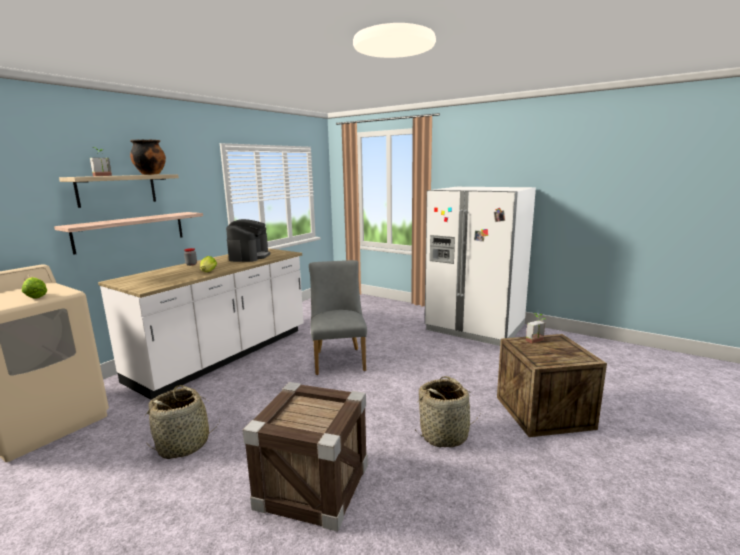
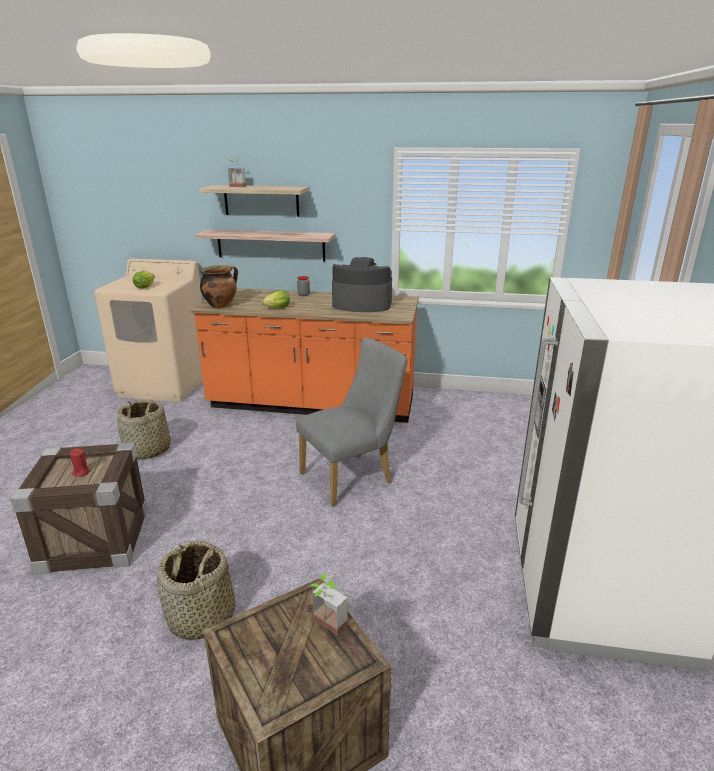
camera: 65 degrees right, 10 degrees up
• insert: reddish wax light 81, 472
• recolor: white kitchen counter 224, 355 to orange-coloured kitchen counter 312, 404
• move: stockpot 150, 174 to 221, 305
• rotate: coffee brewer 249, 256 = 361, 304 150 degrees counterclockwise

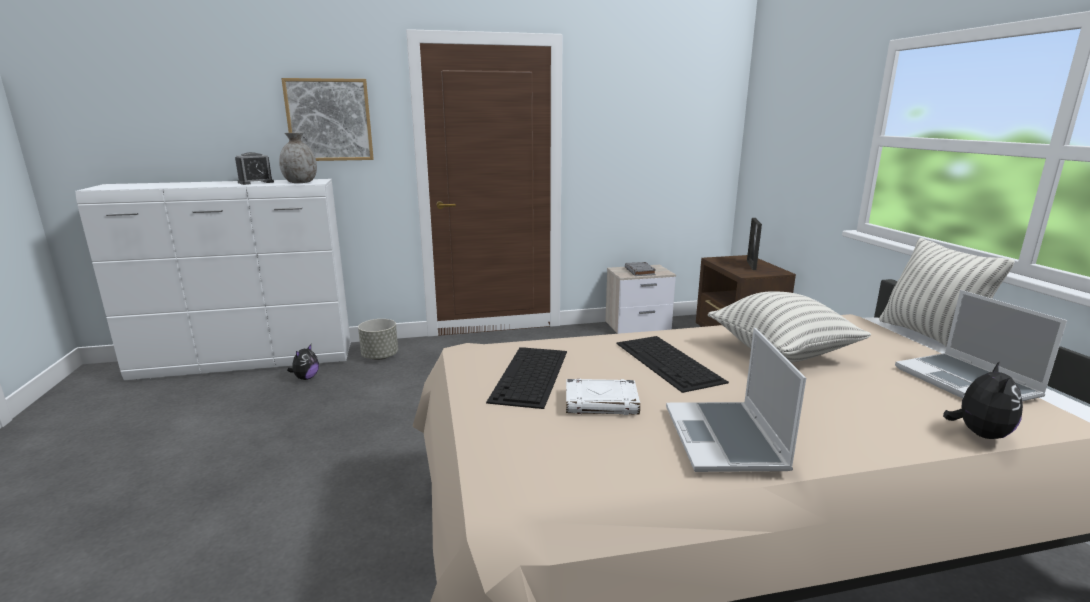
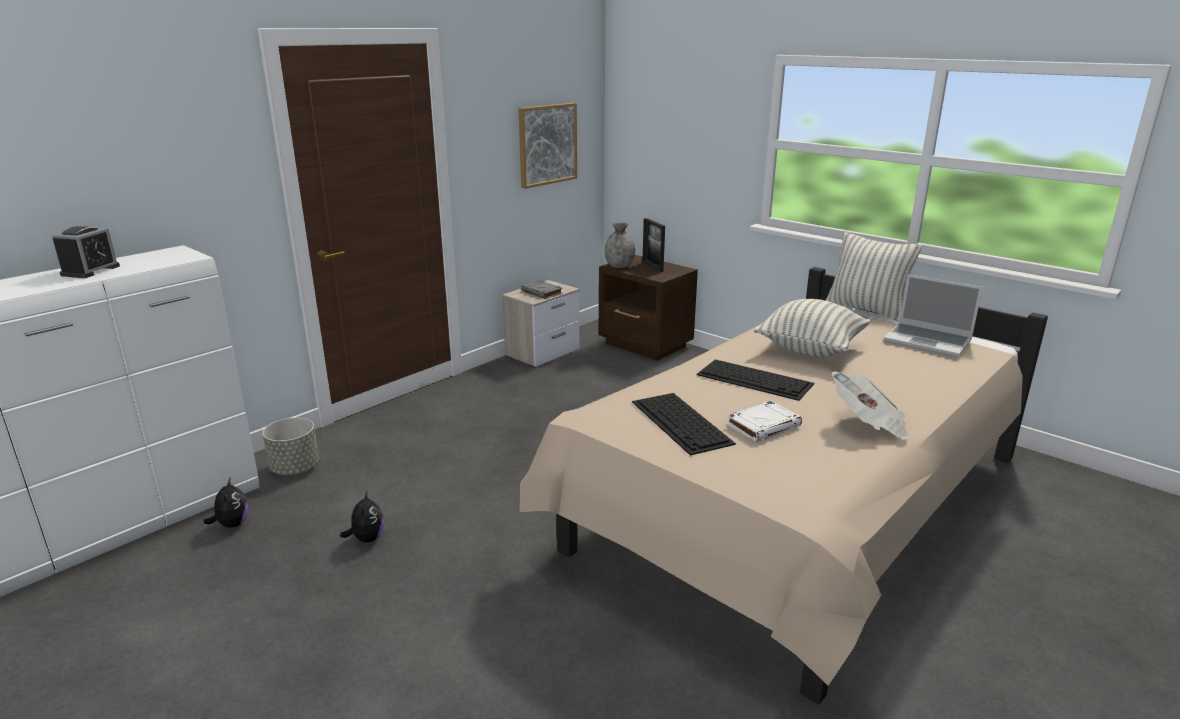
camera: 35 degrees left, 5 degrees up
• move: cuddly toy 978, 434 to 367, 539
• move: wall art 329, 120 to 547, 144
• move: gray vase 300, 182 to 619, 266
• replace: notebook computer 726, 439 to daily paper 868, 424

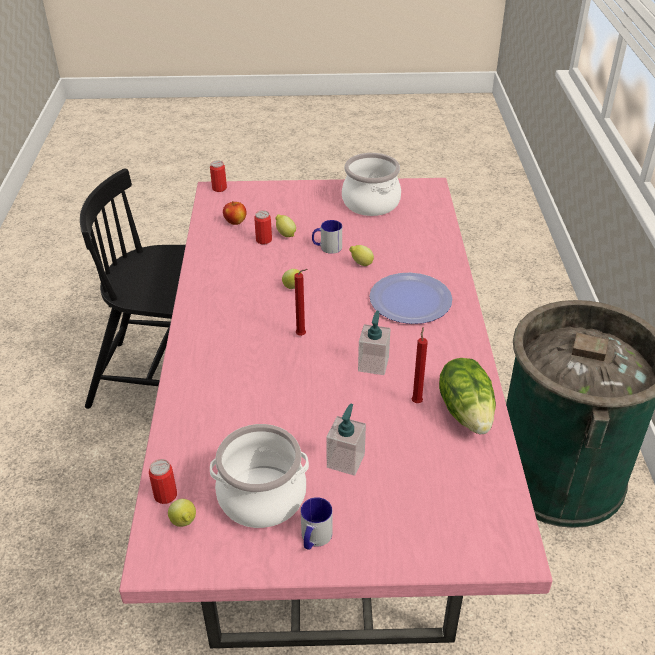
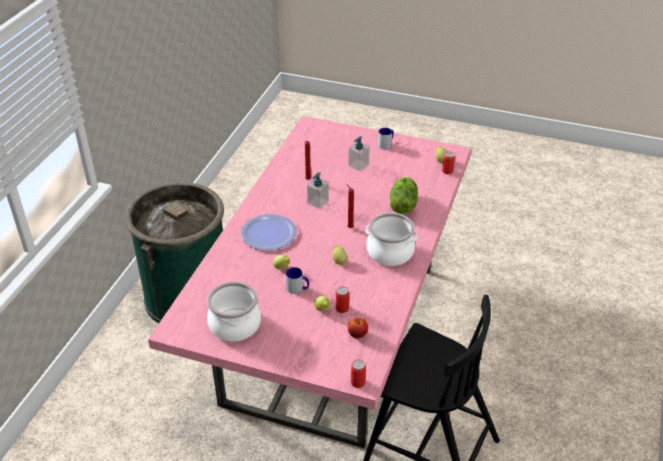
camera: 160 degrees left, 0 degrees up
• move: stockpot 262, 496 to 390, 253
• move: lettuce head 467, 411 to 402, 205

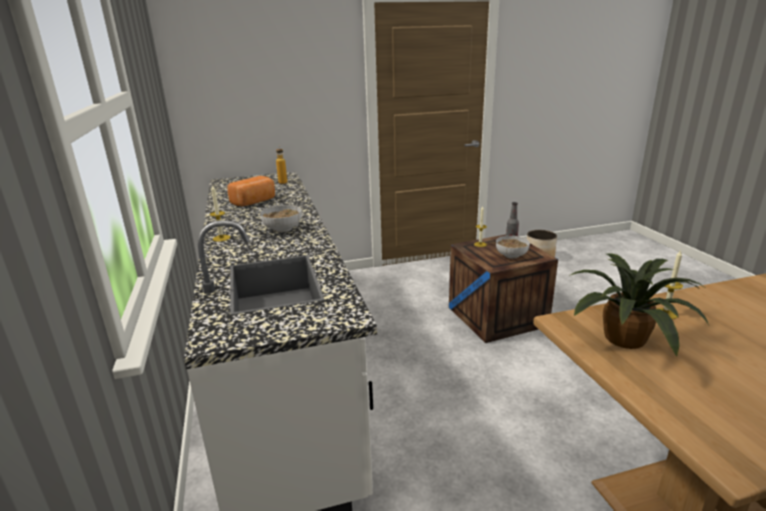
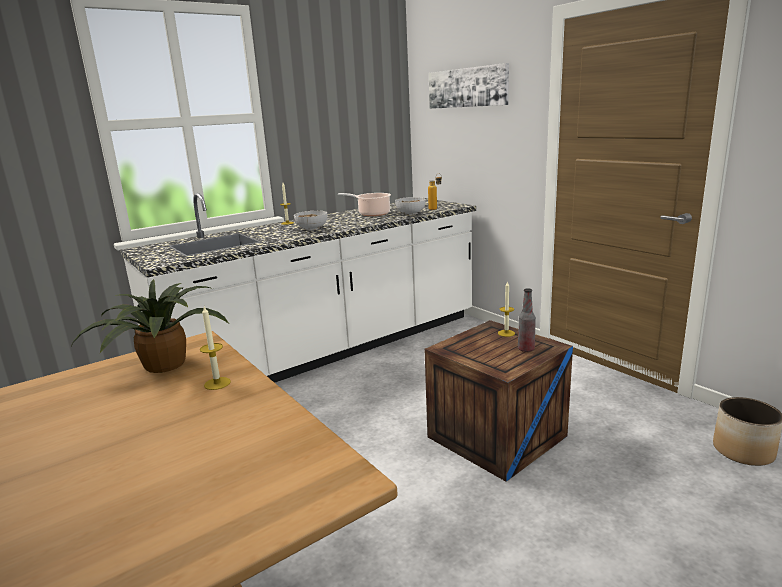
camera: 70 degrees right, 5 degrees down
• replace: bread 255, 202 to stockpot 372, 214
• move: deep dish 511, 256 to 410, 214
• insert: wall art 467, 87

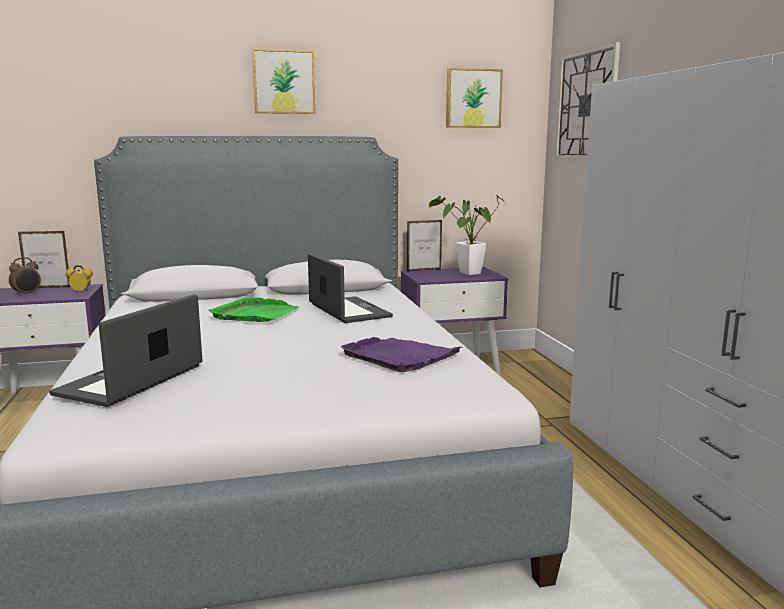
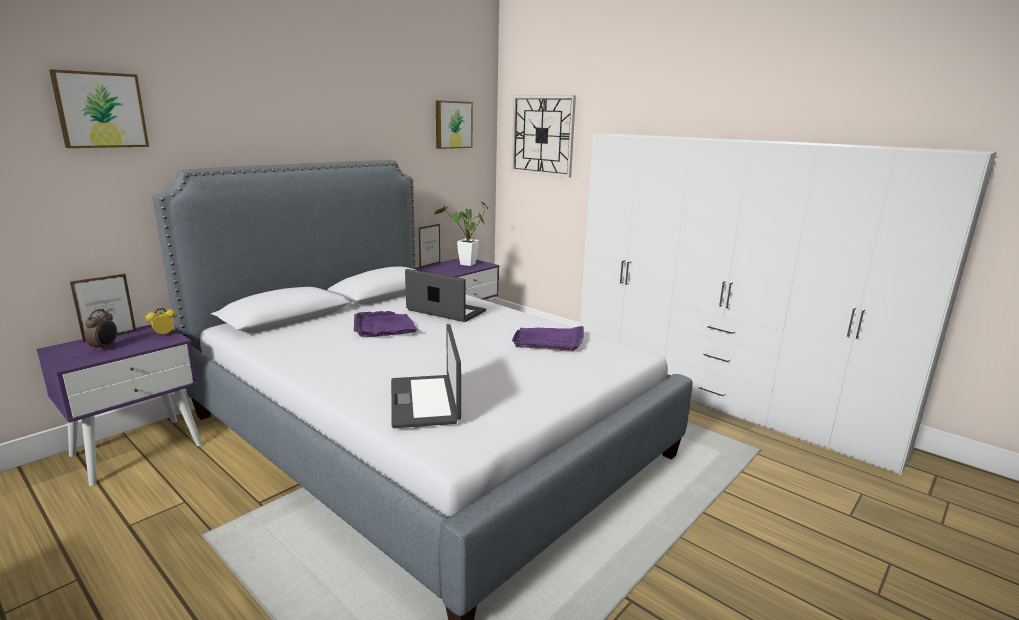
camera: 35 degrees left, 5 degrees up
• move: wall art 284, 82 to 100, 110
• recolor: greenish carrying tray 255, 314 to purple-coloured carrying tray 384, 327

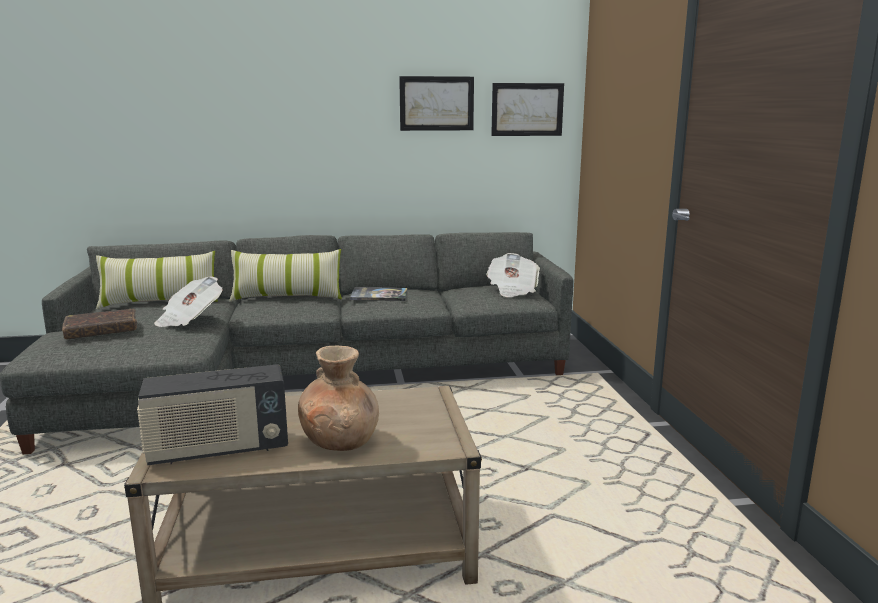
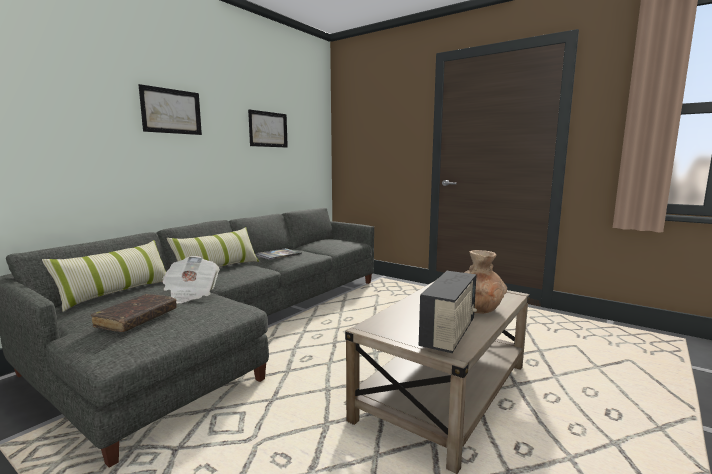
camera: 45 degrees left, 5 degrees down
• move: wall art 527, 109 to 171, 111
• delete: daily paper 512, 290

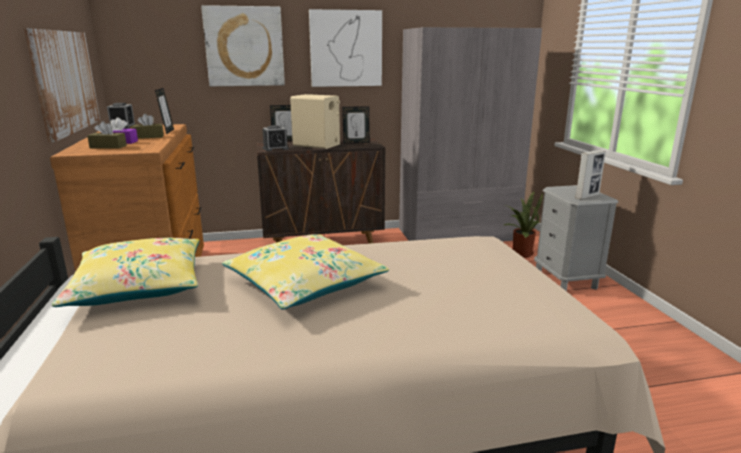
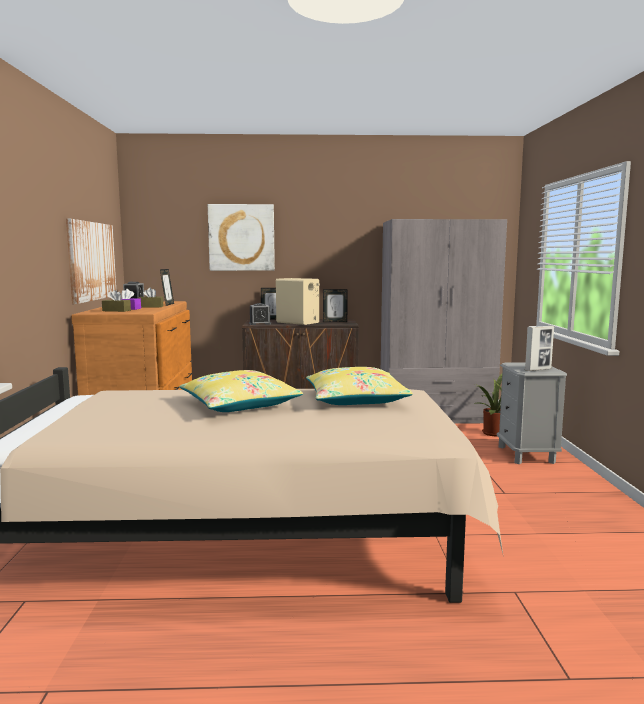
camera: 10 degrees right, 10 degrees down
• move: yellowish pillow 138, 286 to 355, 399
• delete: wall art 346, 48

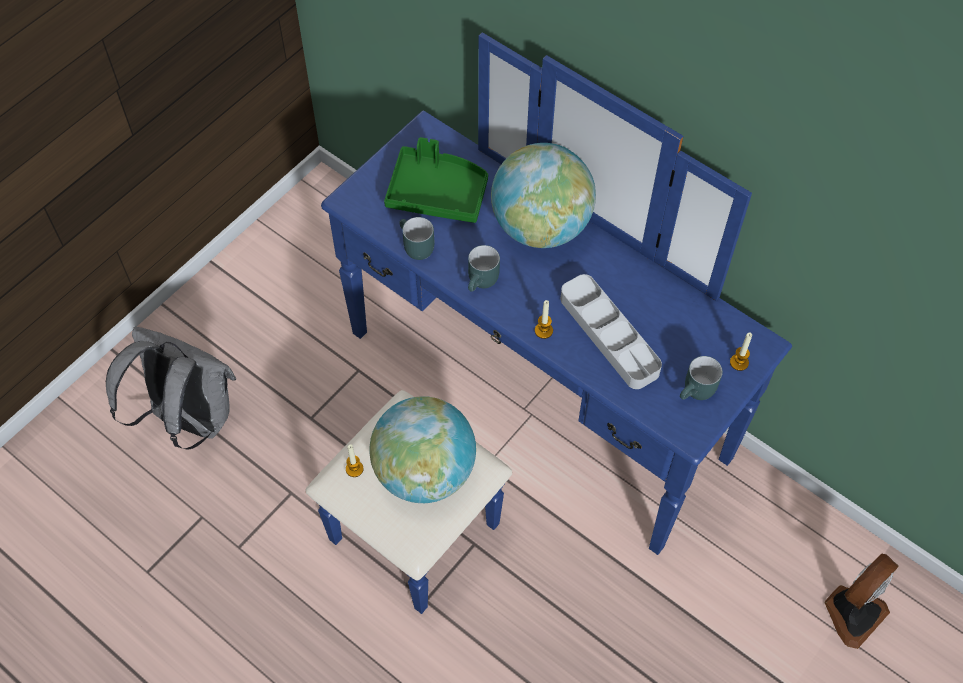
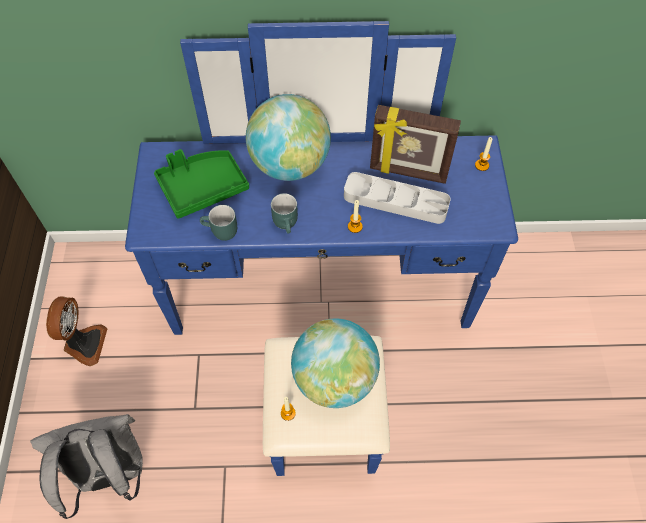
camera: 40 degrees left, 0 degrees up
• move: electric fan 852, 612 to 84, 344
• insert: picture frame 408, 172
• delete: blue-green coffee mug 697, 392

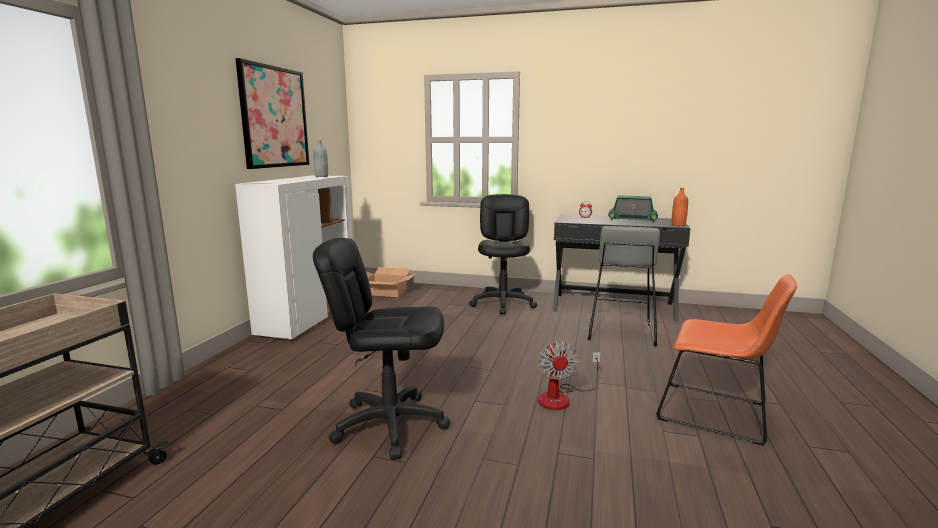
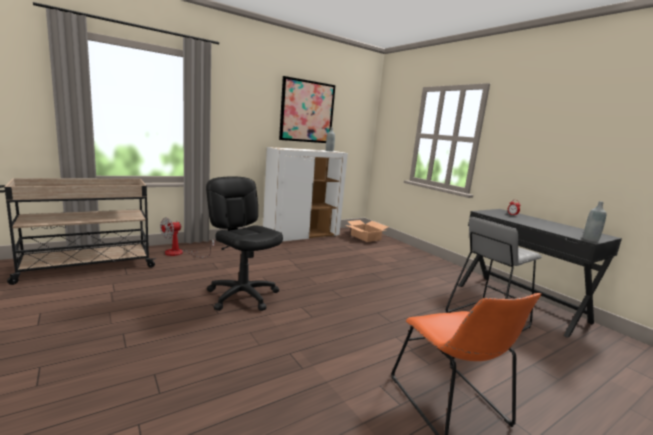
camera: 40 degrees right, 0 degrees up
• move: electric fan 561, 398 to 180, 253
• recolor: orange-coloured drink bottle 678, 225 to gray drink bottle 590, 239
• delete: blackish computer chair 503, 303
• delete: radio set 632, 220

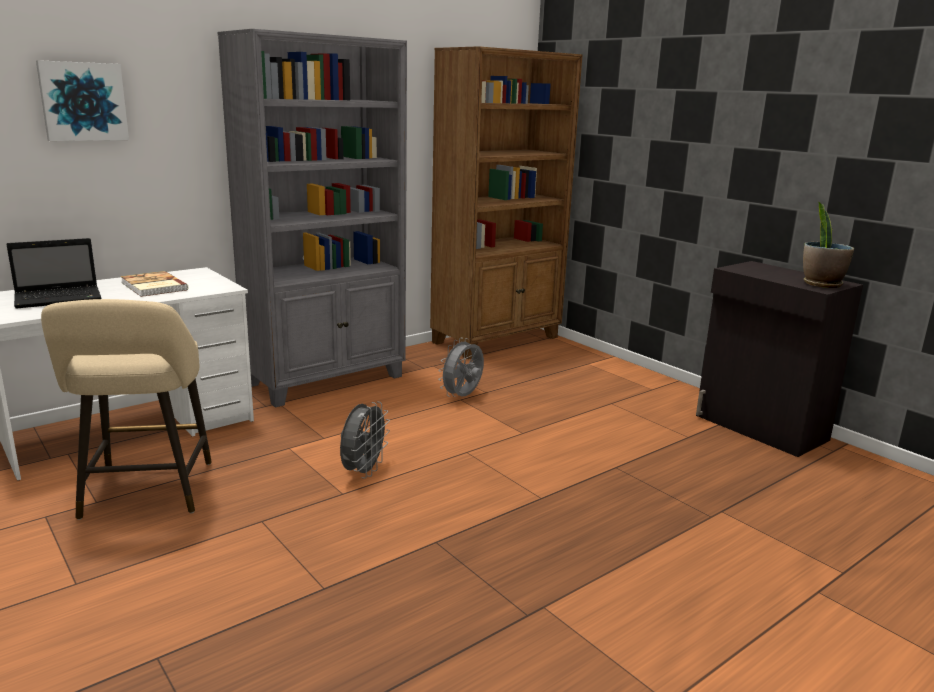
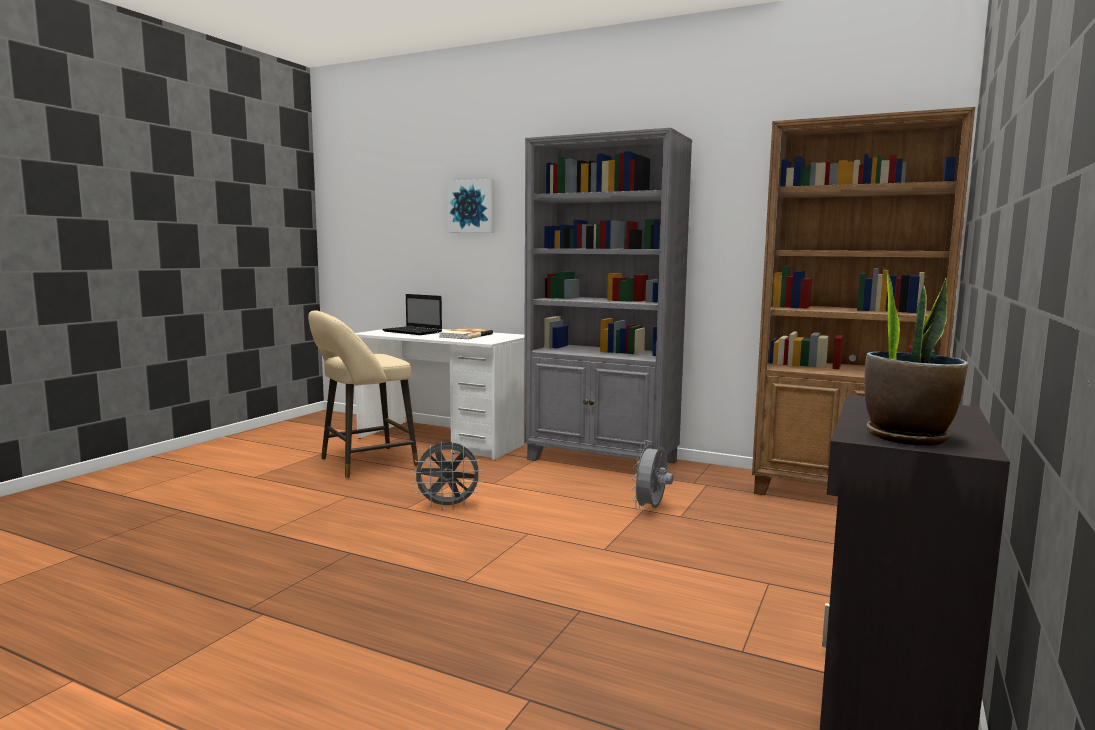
camera: 65 degrees right, 10 degrees down
• rotate: gray electric fan 462, 397 = 651, 509 75 degrees counterclockwise

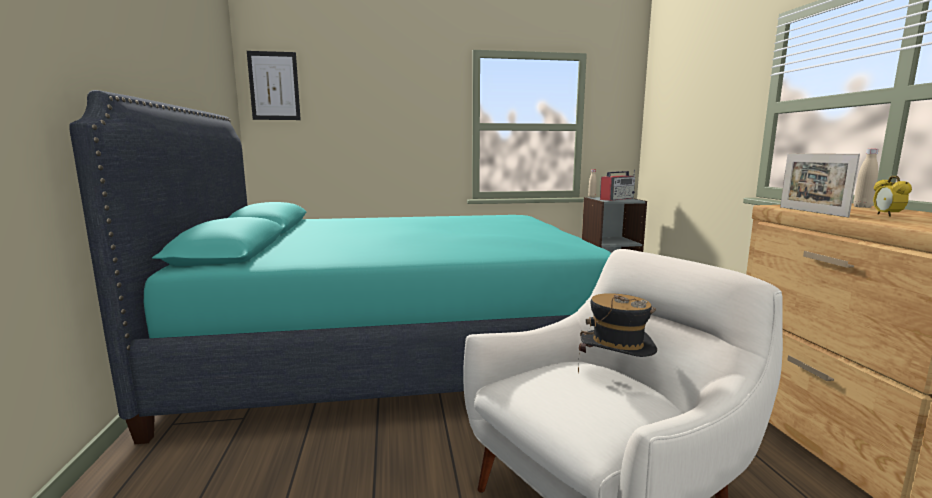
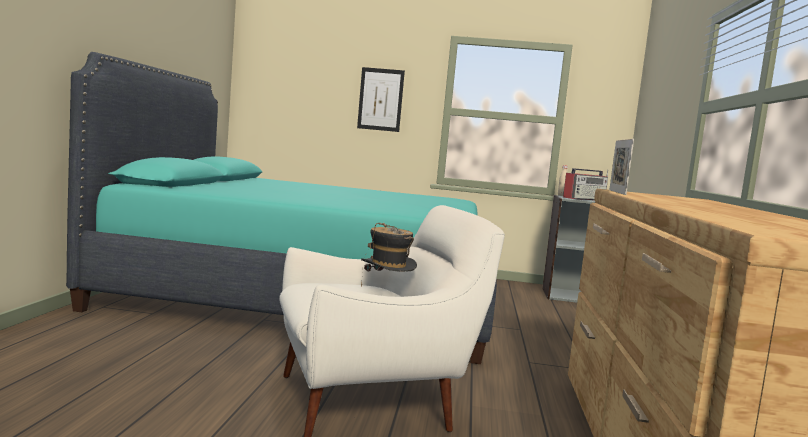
camera: 15 degrees right, 5 degrees down
• move: wall art 274, 86 to 380, 99
• delete: beige drink bottle 862, 207
• delete: table clock 887, 215

